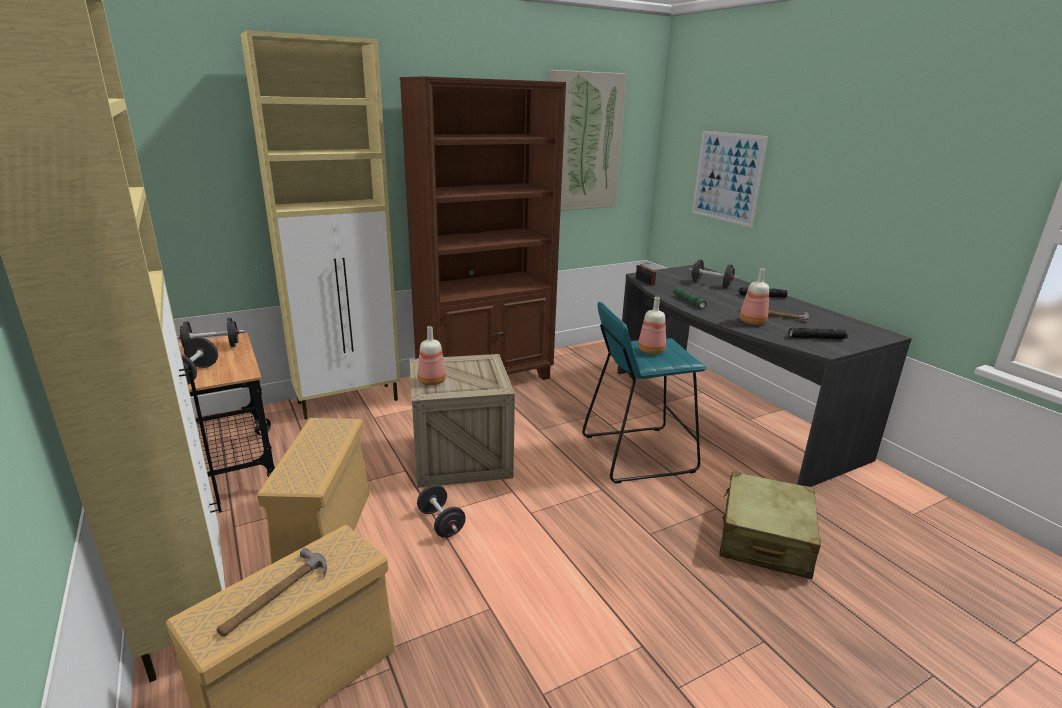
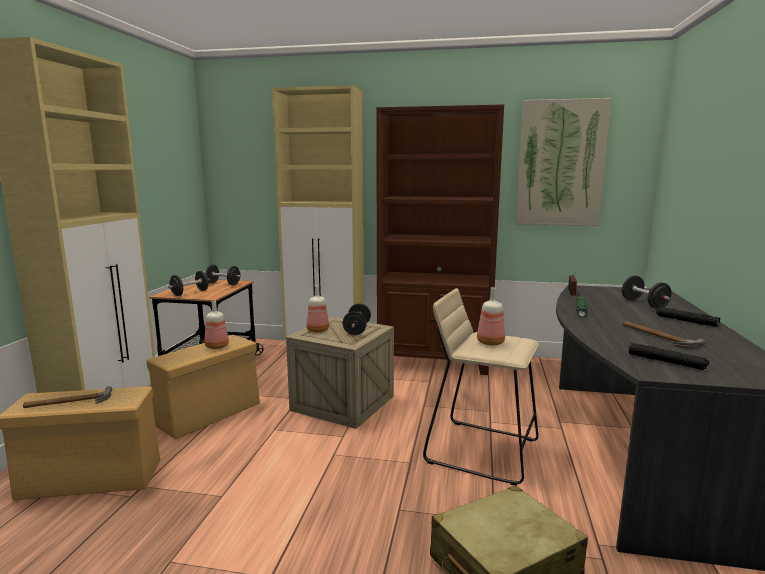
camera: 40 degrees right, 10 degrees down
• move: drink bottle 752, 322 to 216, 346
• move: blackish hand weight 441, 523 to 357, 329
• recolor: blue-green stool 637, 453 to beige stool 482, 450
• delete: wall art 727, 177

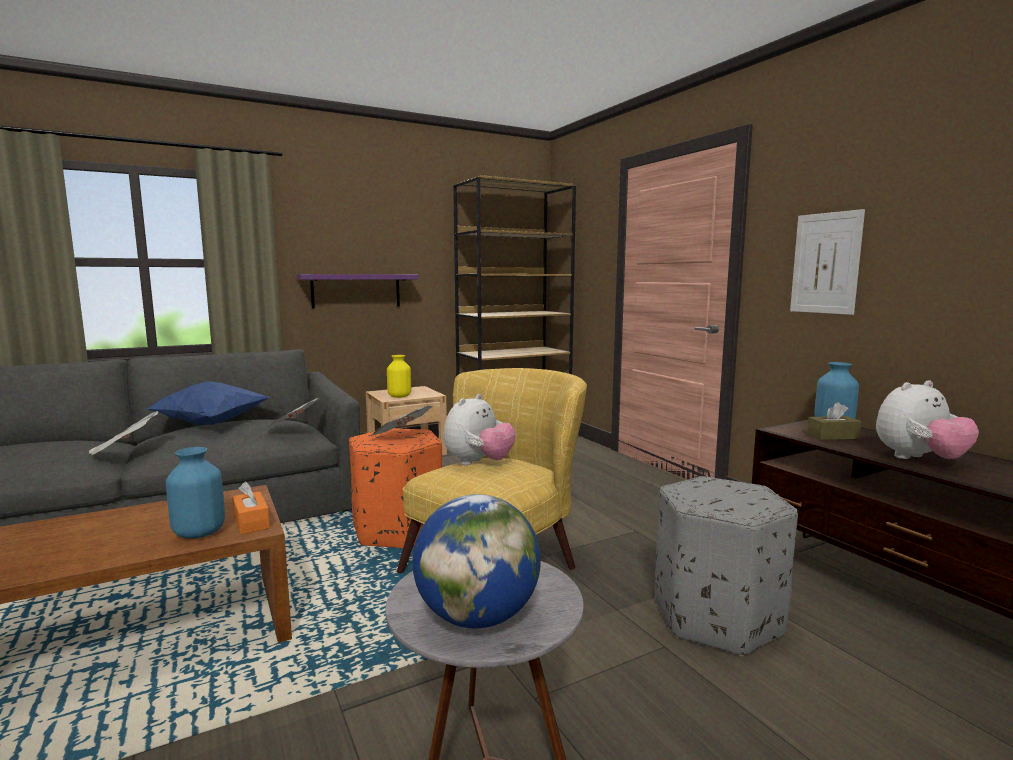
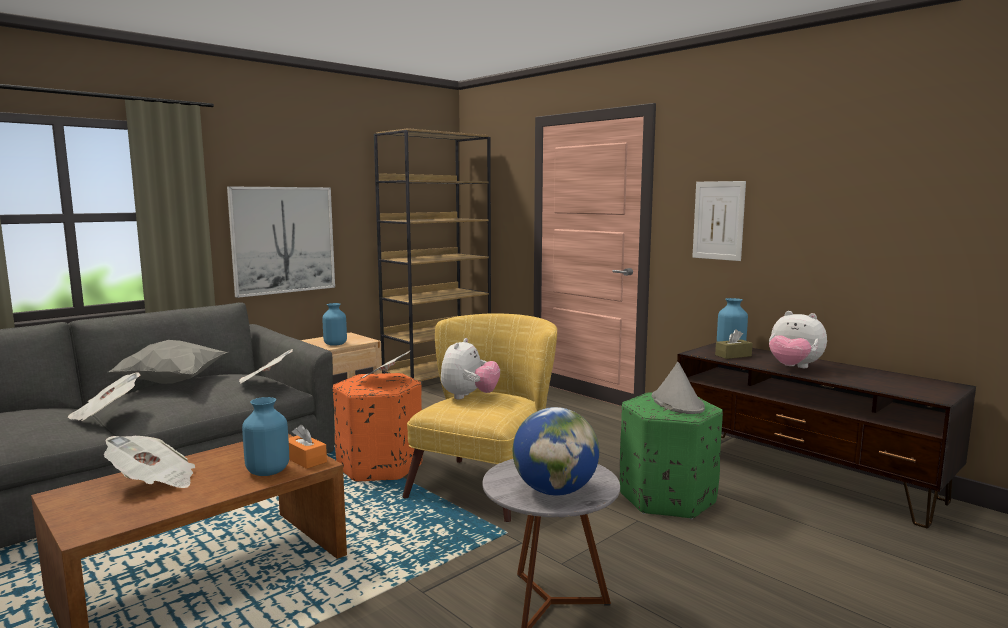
camera: 15 degrees left, 0 degrees up
• insert: daily paper 154, 482
• recolor: blue pillow 214, 424 to gray pillow 174, 382
• replace: purple-coloured bracket shelf 356, 290 to wall art 283, 240
• recolor: yellowish vase 400, 396 to blue vase 335, 344
• recolor: gray footrest 716, 617 to greenish footrest 666, 498
• insert: gray wearable hat 677, 403
• rotate: cuddly toy 919, 459 = 793, 368 75 degrees clockwise

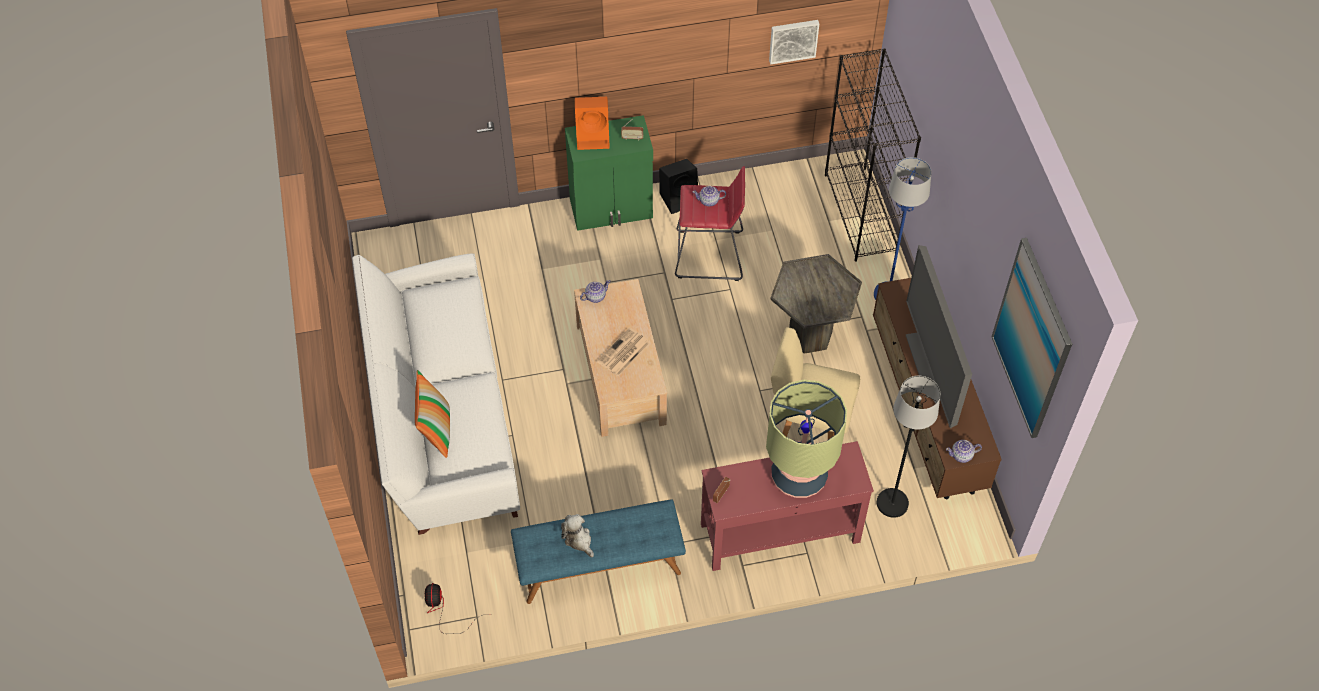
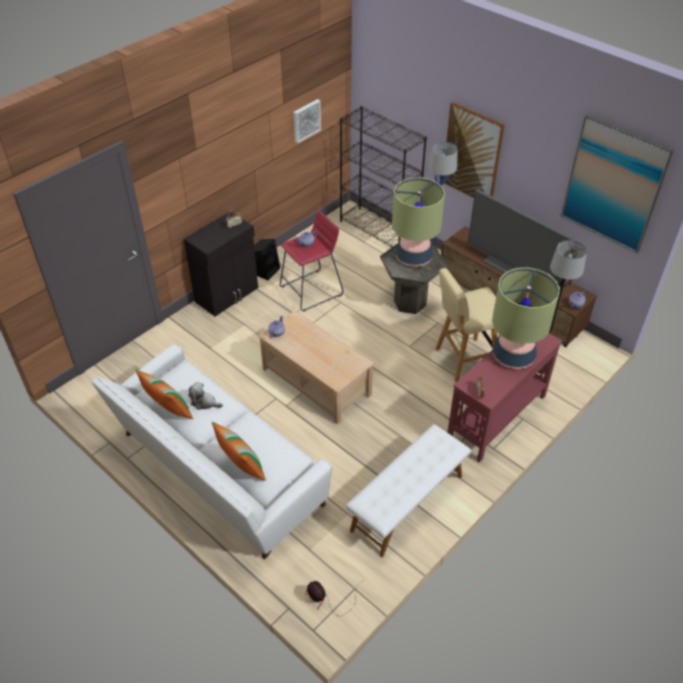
camera: 35 degrees left, 10 degrees down
• insert: pillow 168, 410
• recolor: greenish cupboard 612, 209 to blackish cupboard 227, 295
• move: cuddly toy 578, 539 to 204, 402
• recolor: blue bench 599, 567 to white bench 408, 503
• insert: lamp for a table 413, 257
• insert: wall art 472, 154
• delete: orange-coloured speaker 594, 137
• delete: daily paper 623, 353

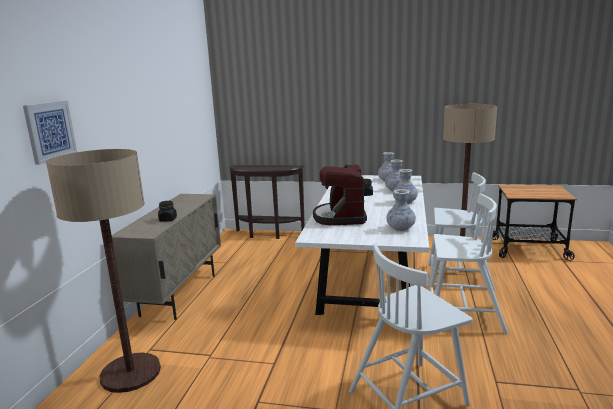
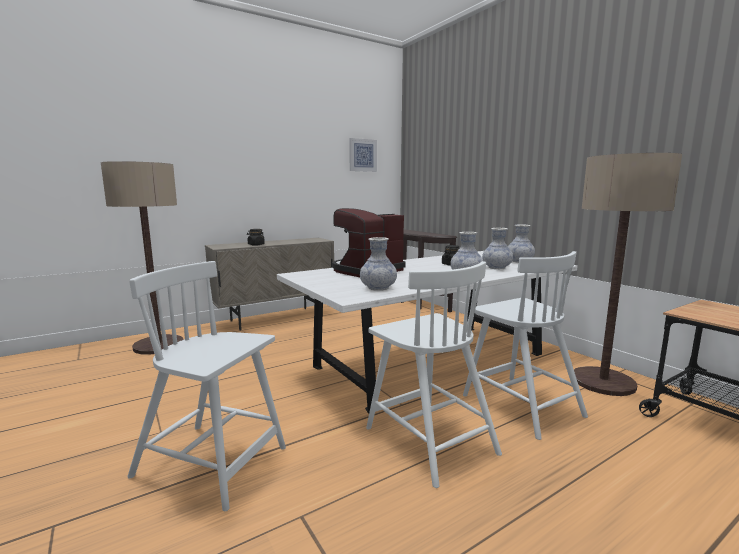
camera: 45 degrees right, 5 degrees down
• move: wall art 50, 131 to 362, 155

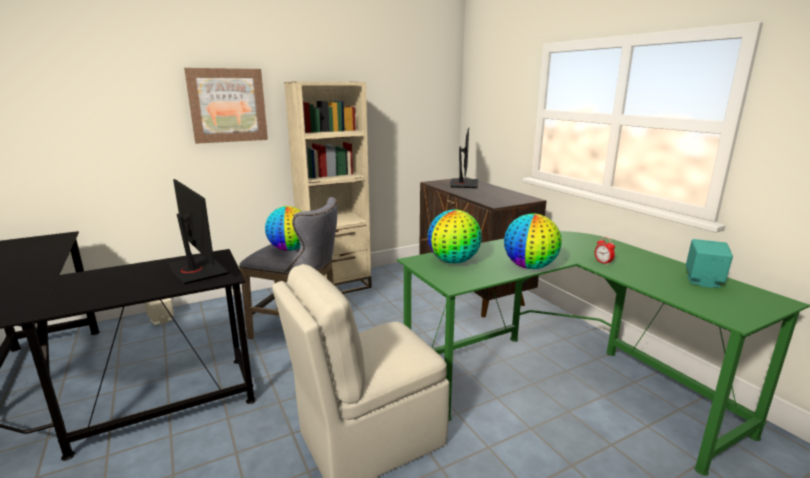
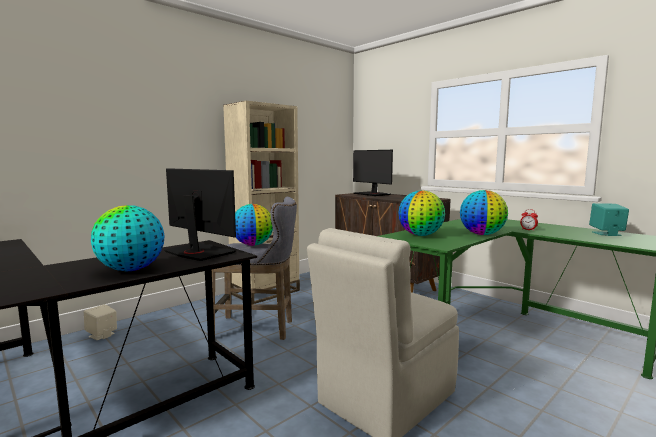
camera: 15 degrees left, 10 degrees down
• insert: globe 130, 270
• rotate: computer display 463, 183 = 372, 194 150 degrees clockwise
• delete: wall art 227, 105

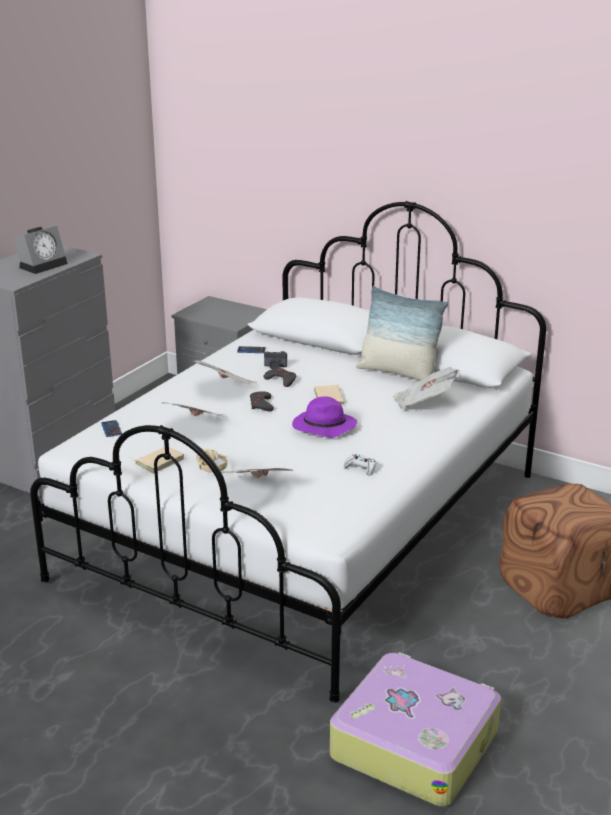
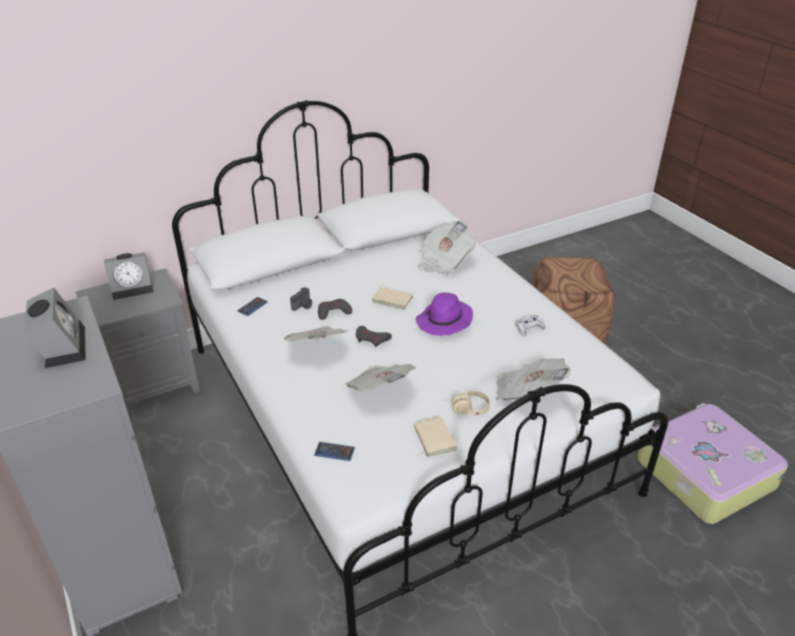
camera: 60 degrees left, 10 degrees up
• insert: table clock 133, 287
• delete: pillow 398, 373

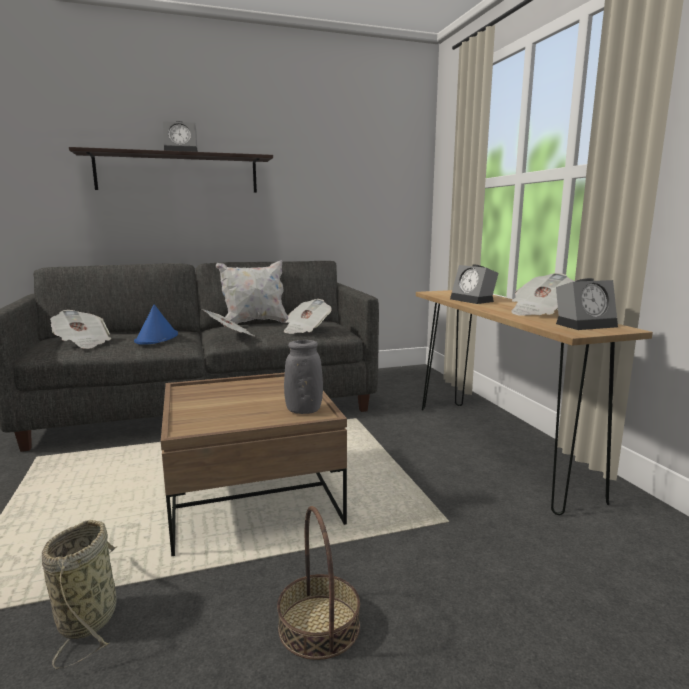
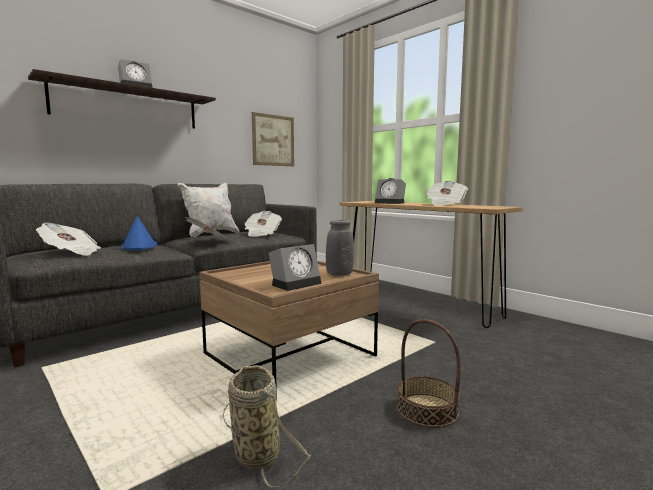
camera: 25 degrees left, 5 degrees down
• insert: wall art 273, 140
• move: table clock 585, 325 to 296, 283

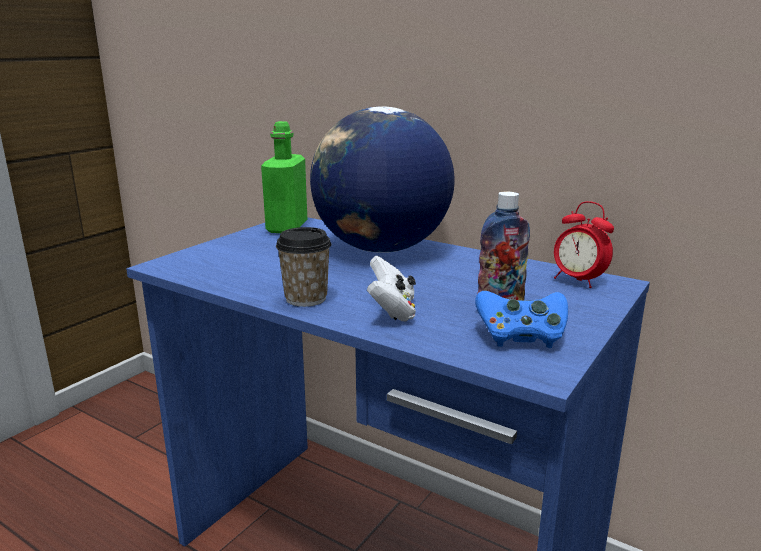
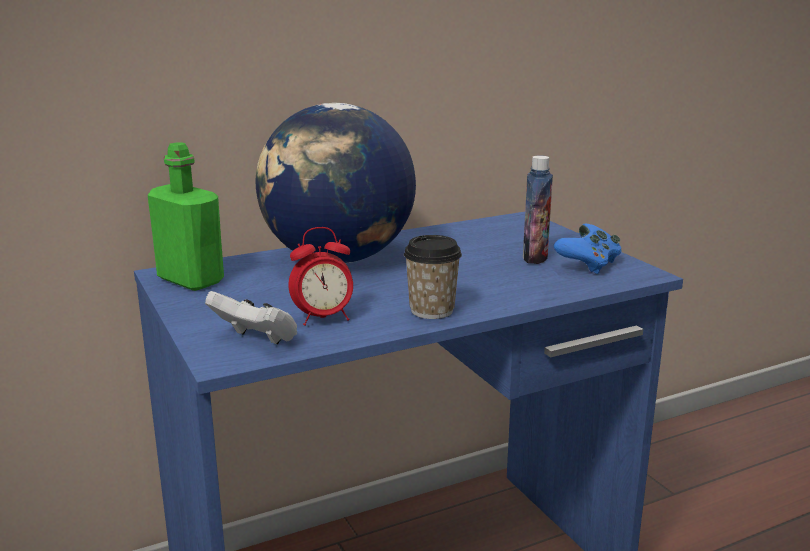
camera: 60 degrees left, 0 degrees up
• move: white gamepad 392, 311 to 256, 340
• move: table clock 578, 281 to 323, 318

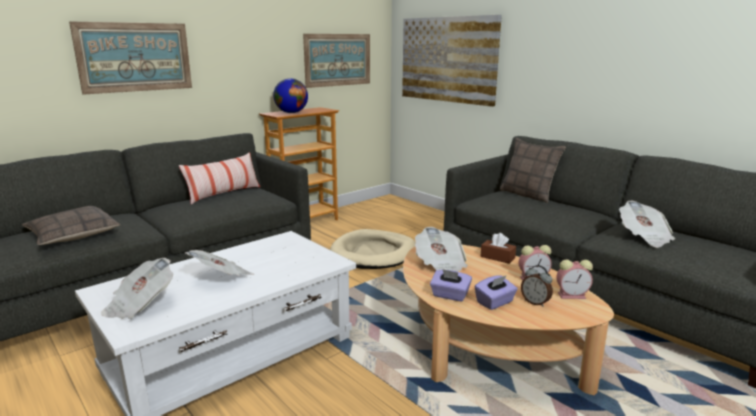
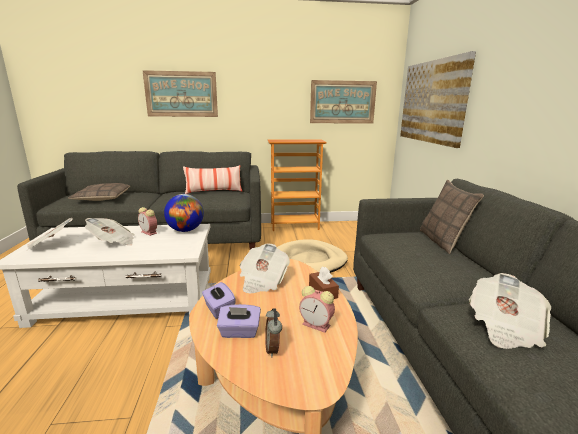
camera: 35 degrees right, 0 degrees up
• move: table clock 572, 295 to 149, 232
• move: globe 291, 113 to 185, 230

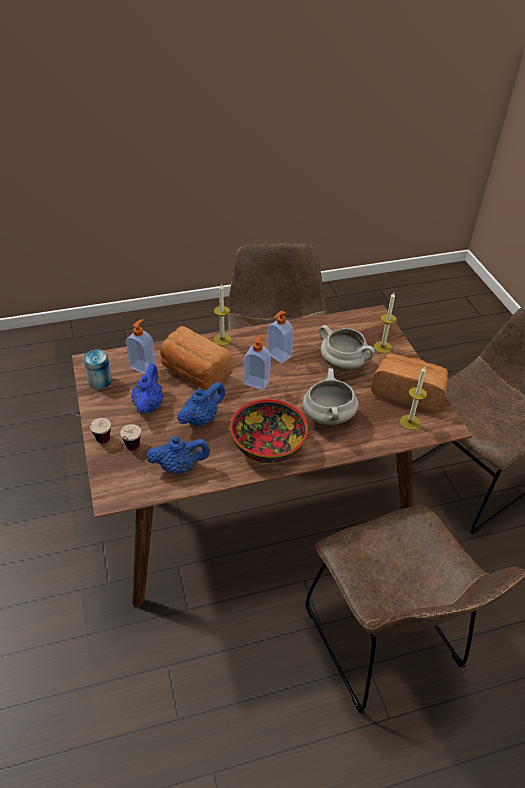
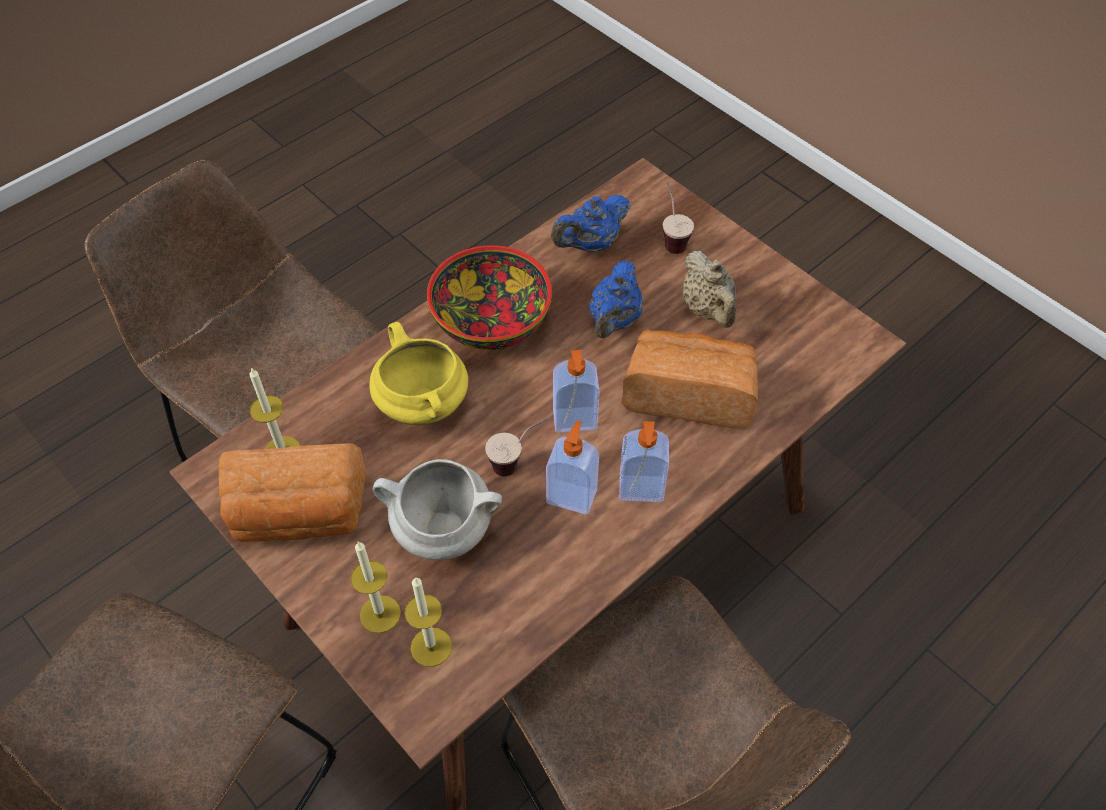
camera: 155 degrees right, 10 degrees up
• recolor: white stockpot 327, 416 to yellowish stockpot 424, 404
• move: wax light 222, 339 to 431, 647
• move: cup 94, 438 to 518, 462
• move: liquid soap bottle 143, 366 to 641, 490
• recolor: blue pot for tea 148, 405 to beige pot for tea 708, 310
• delete: can 100, 380

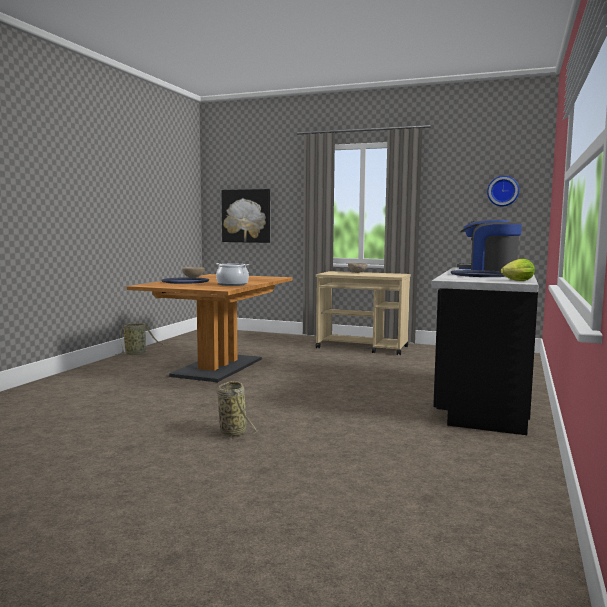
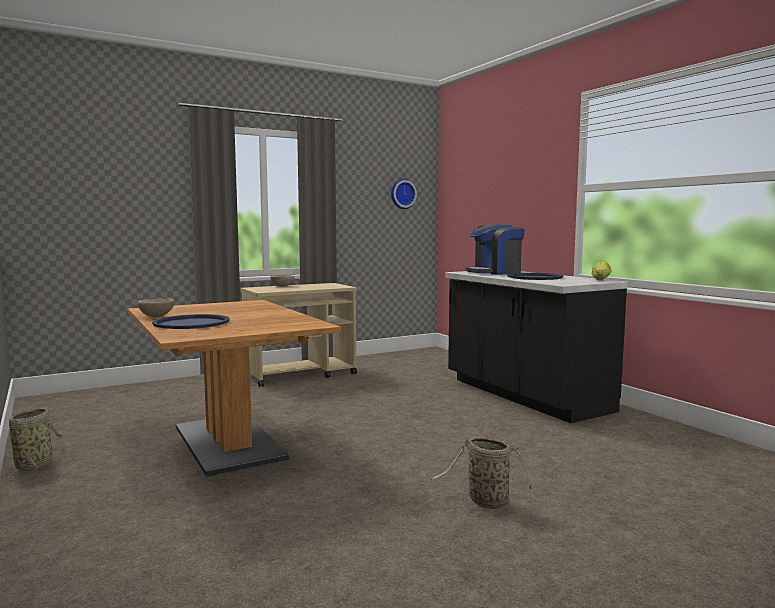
camera: 50 degrees left, 0 degrees up
• delete: stockpot 232, 284
• delete: wall art 246, 216

